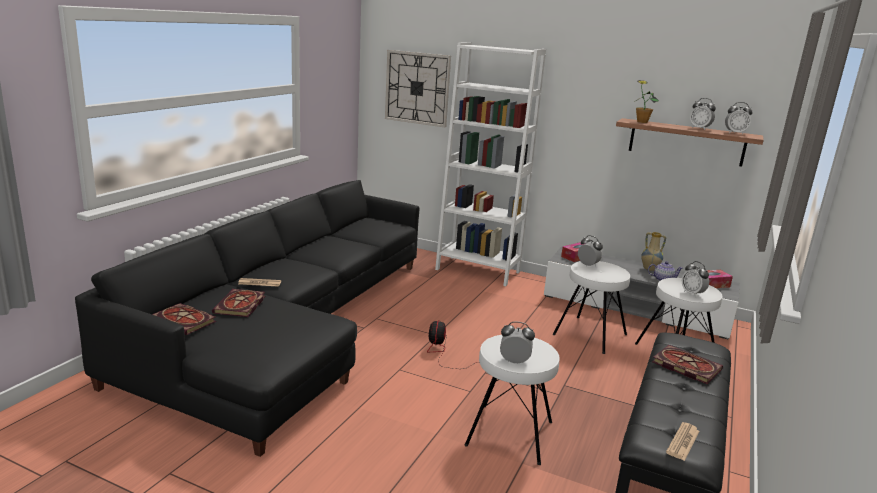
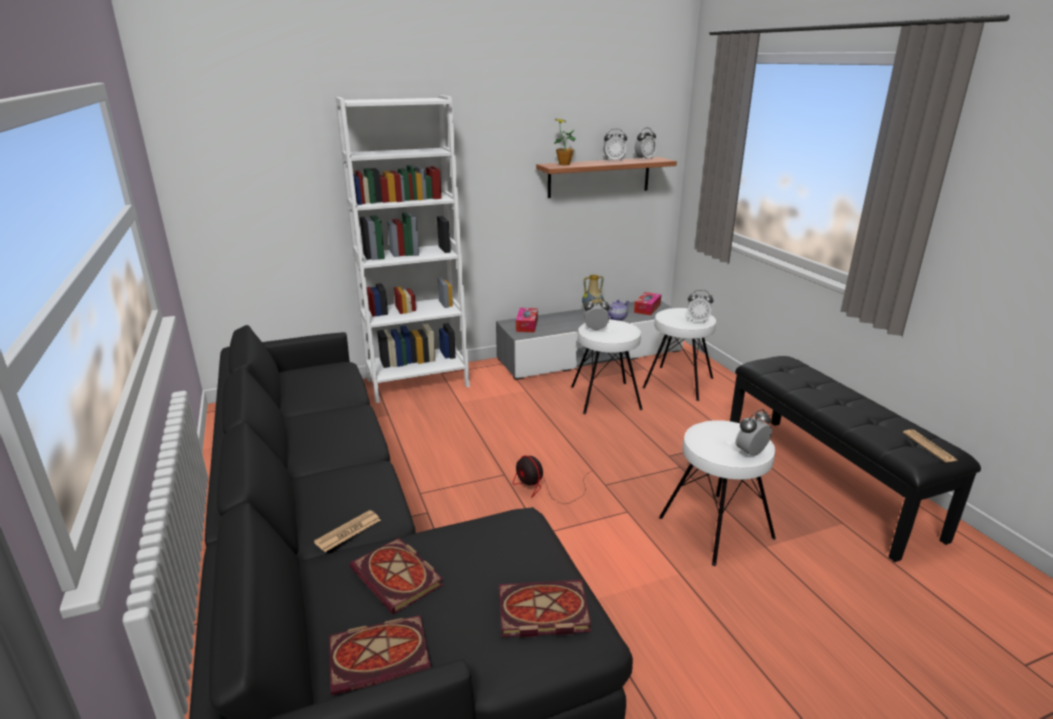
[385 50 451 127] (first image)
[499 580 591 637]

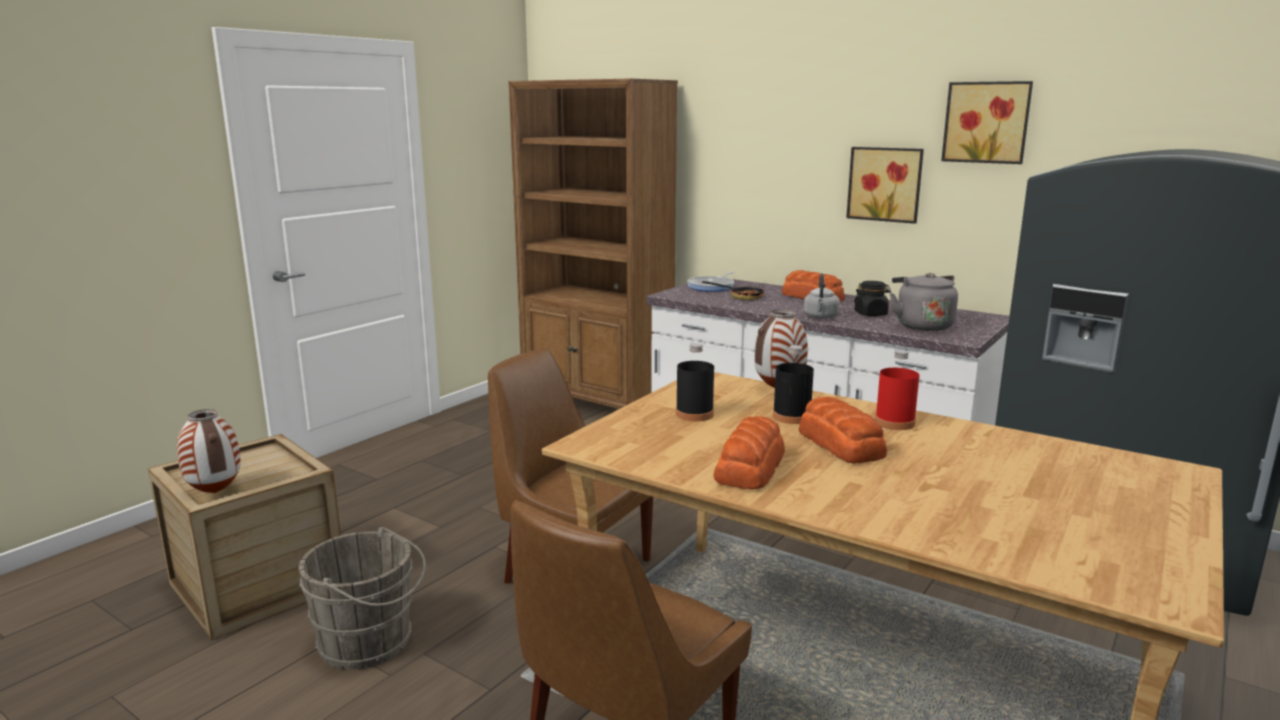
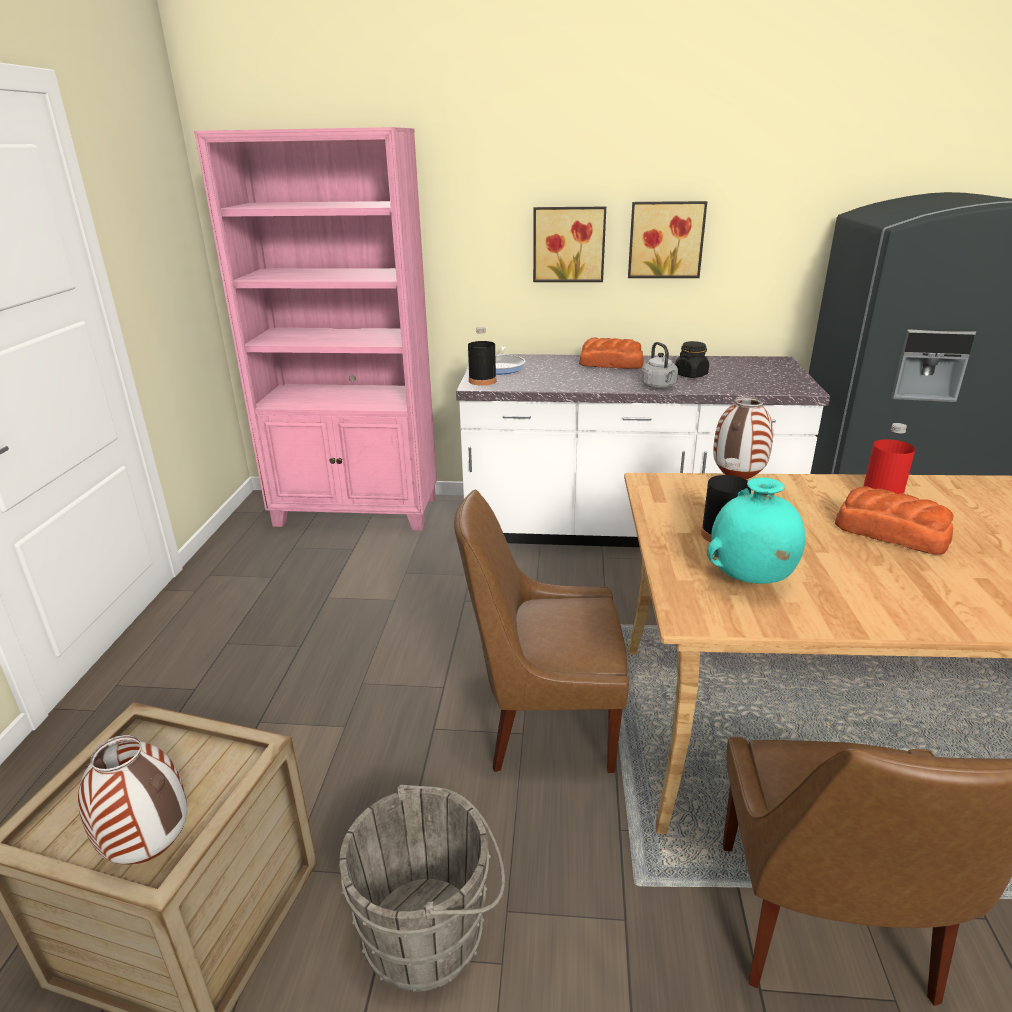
[702 281 764 300] (first image)
[714 416 785 489] (first image)
[890 273 958 331] (first image)
[707 477 805 584]
[468 327 496 385]
[533 207 606 282]
[194 127 437 531]

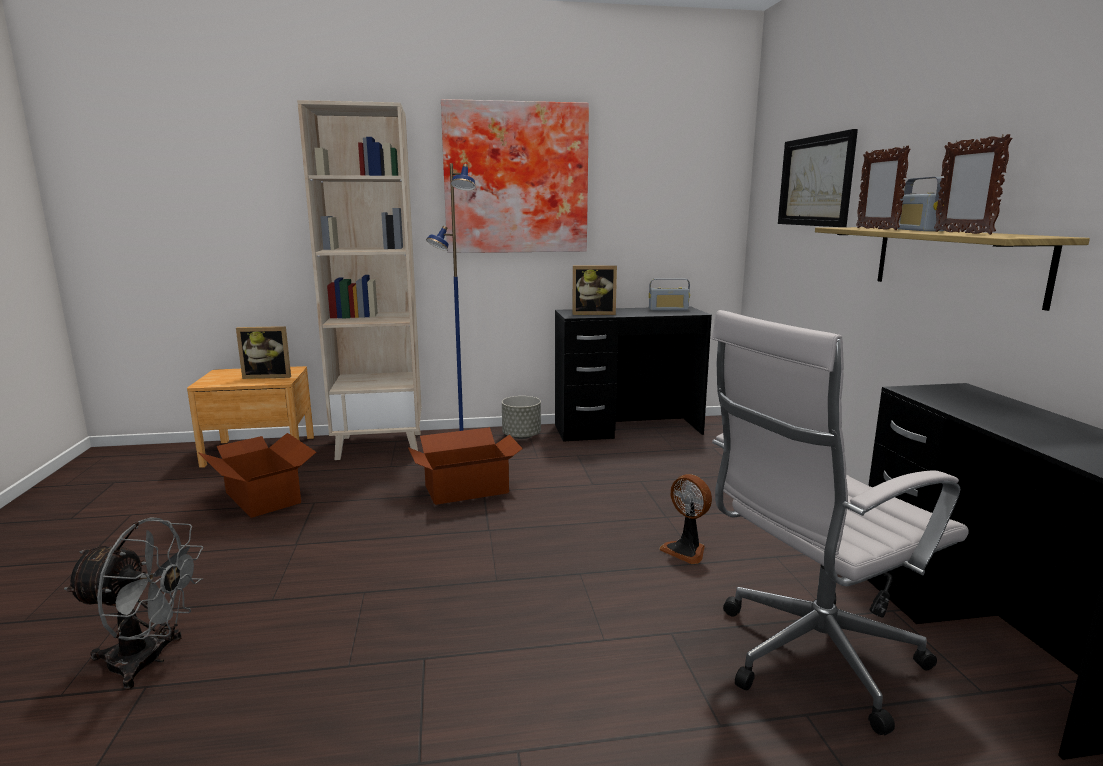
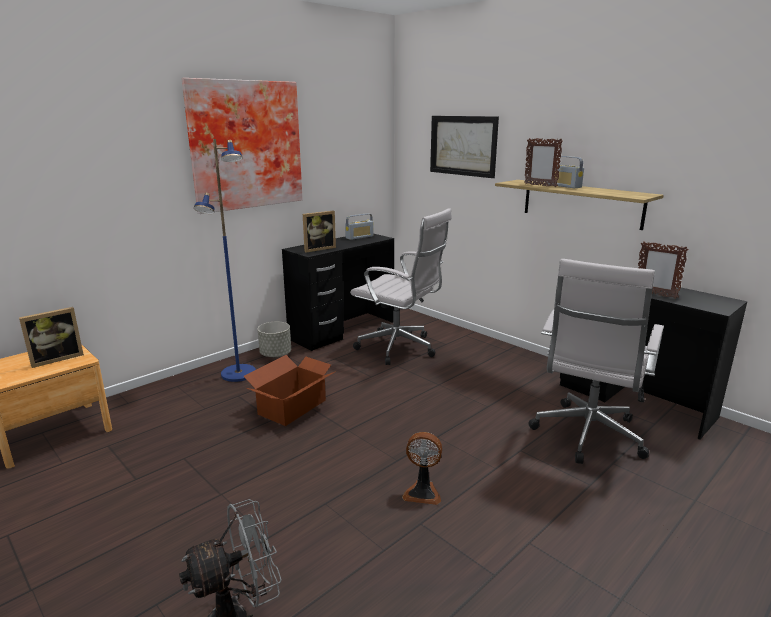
[198 433 316 518] (first image)
[297 100 422 460] (first image)
[350 208 452 365]
[402 432 442 505]
[638 241 689 299]

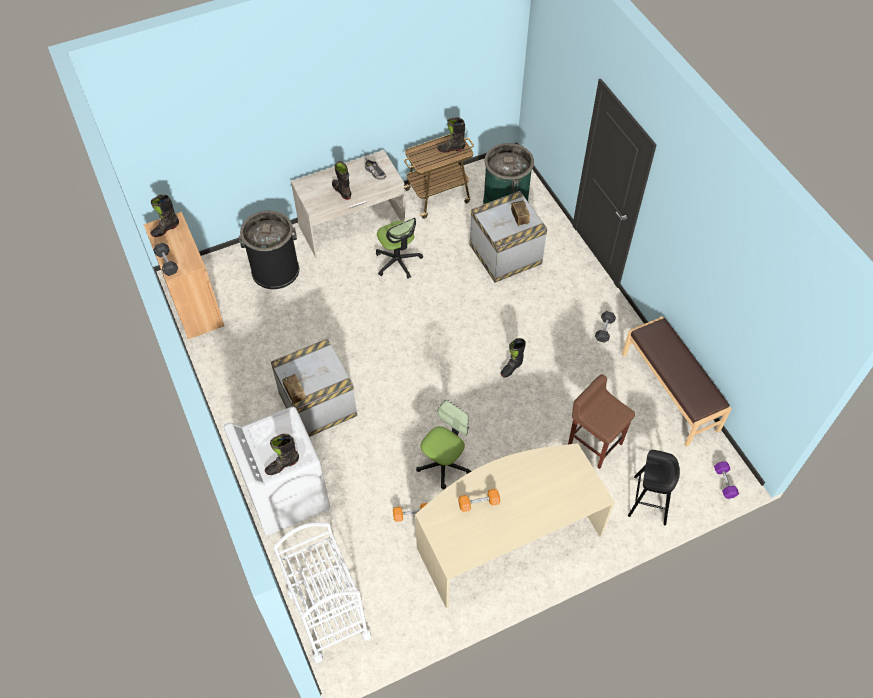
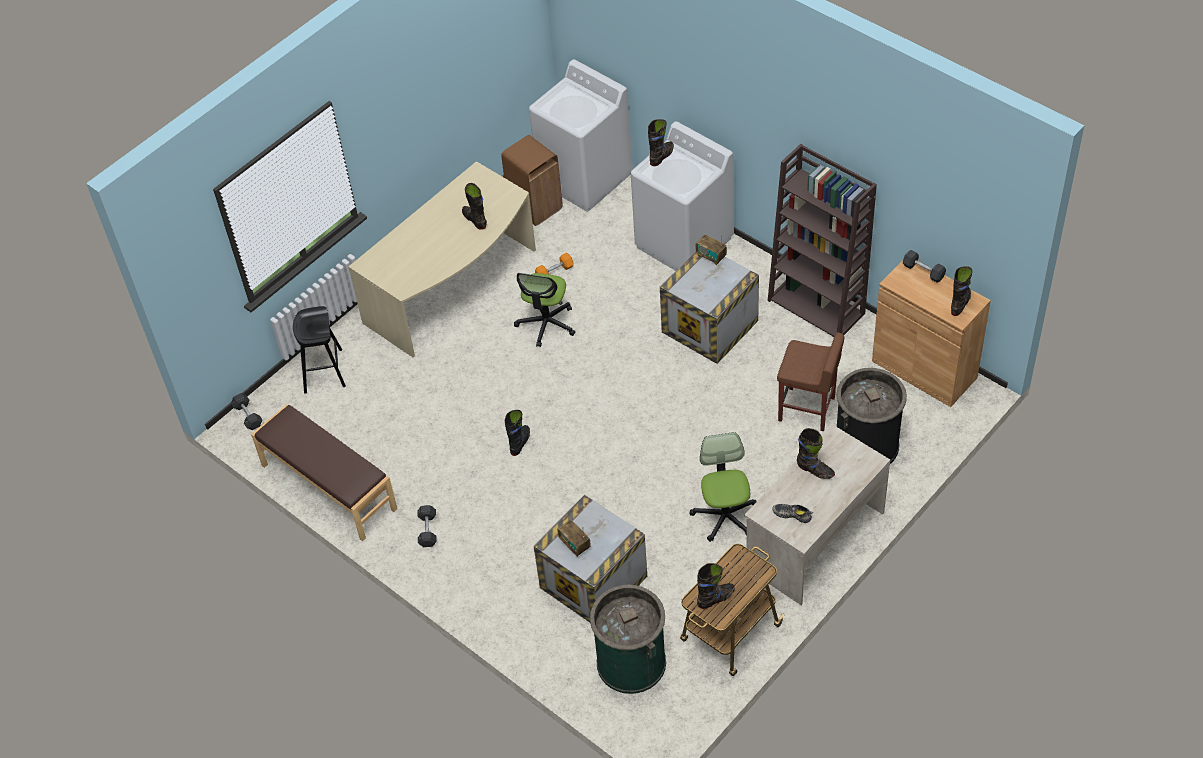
[501 135 563 226]
[768 144 877 337]
[777 332 844 432]
[529 59 633 212]
[462 183 487 230]
[231 393 262 430]
[690 432 757 542]

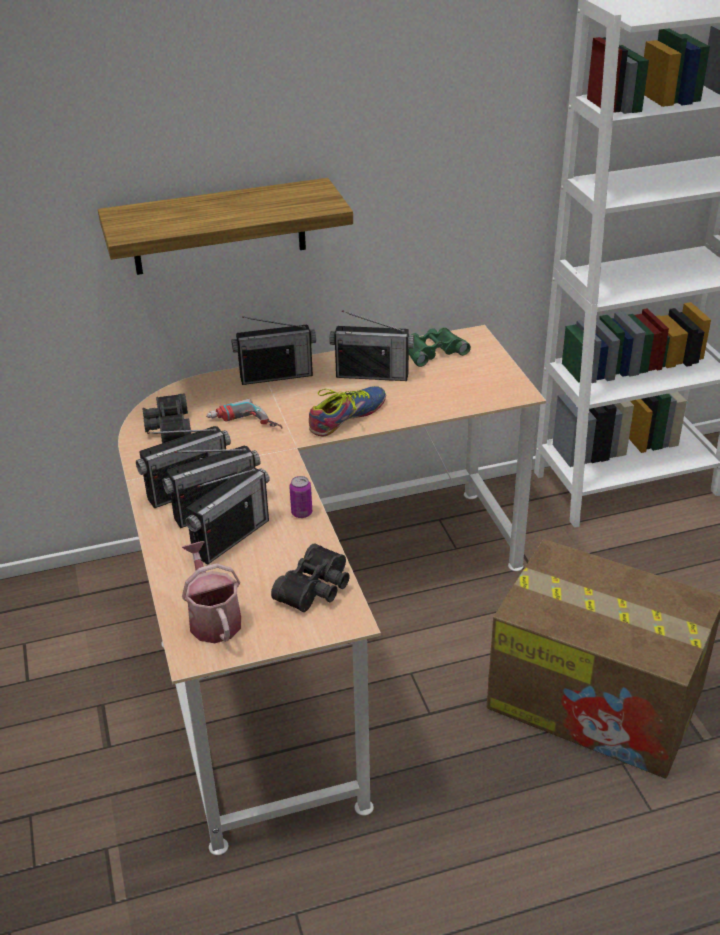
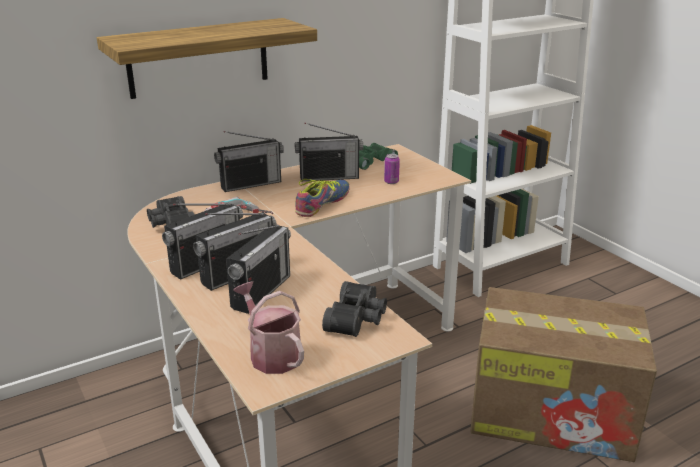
[384 154 400 184]

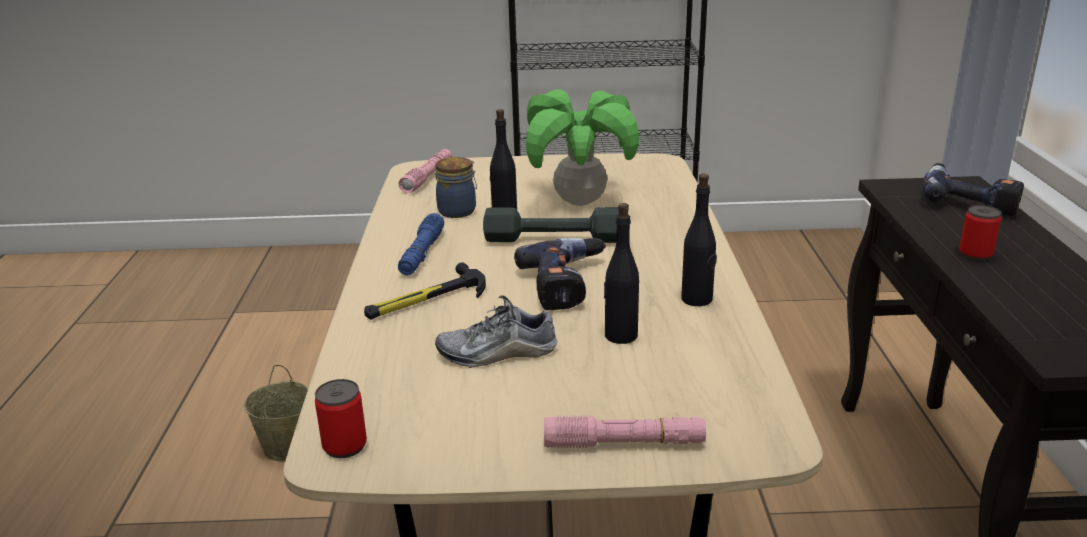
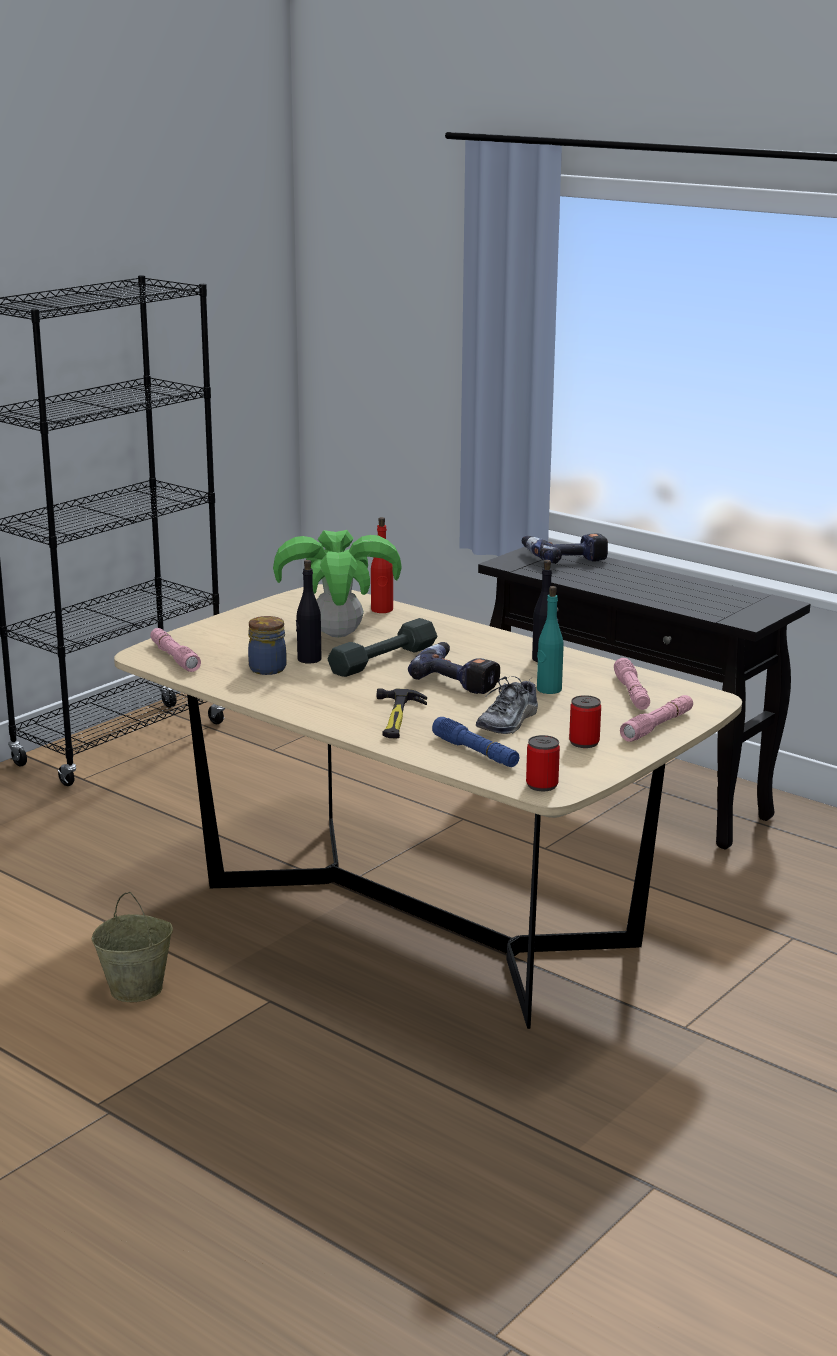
[371 517 393 613]
[614 658 650 710]
[432 717 520 767]
[569 695 601 748]
[537 586 564 694]

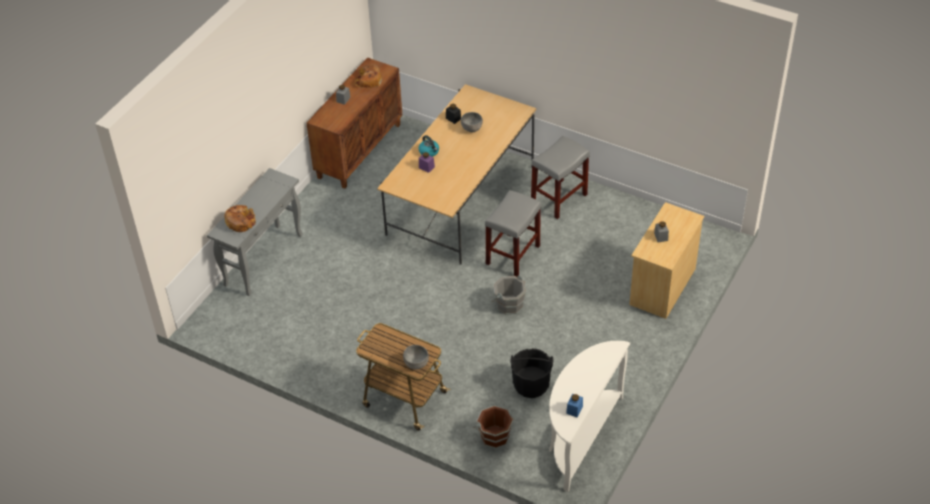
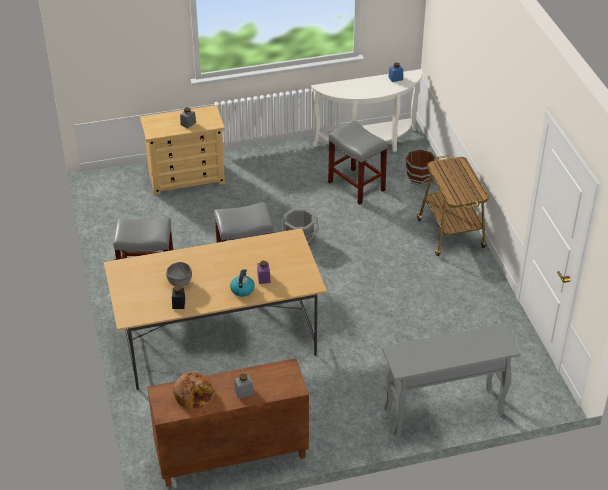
[224 205 256 232] (first image)
[403 345 429 369] (first image)
[328 121 388 205]

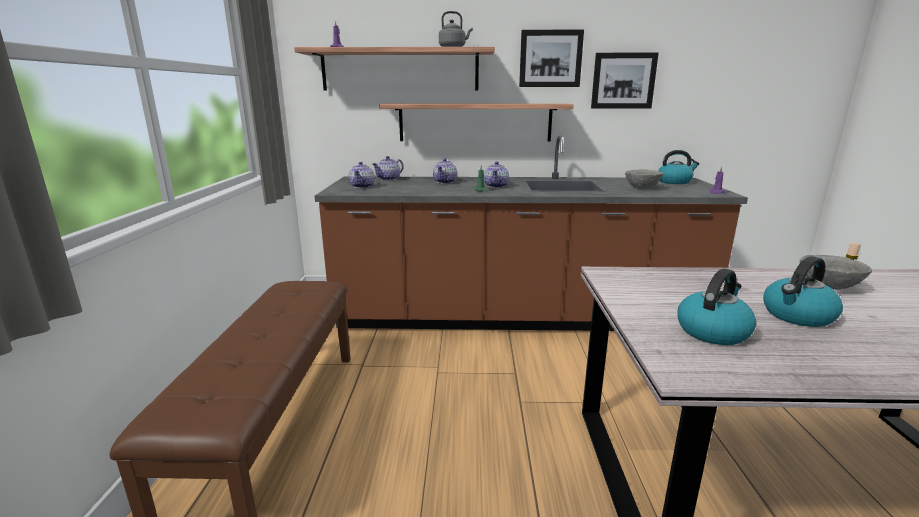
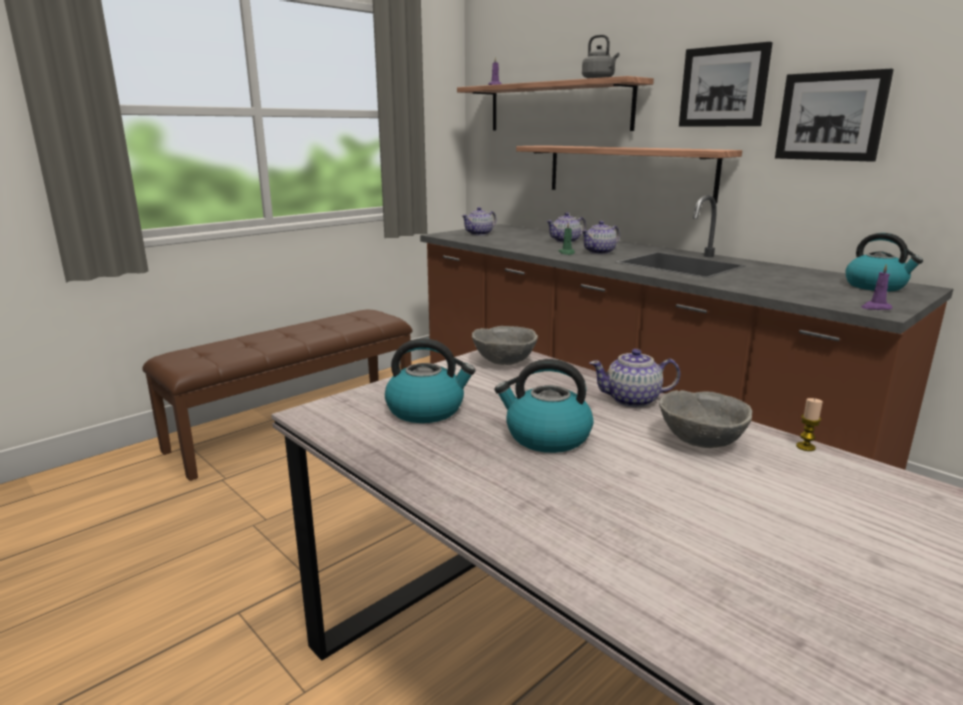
[590 349 681 408]
[472 326 538 365]

